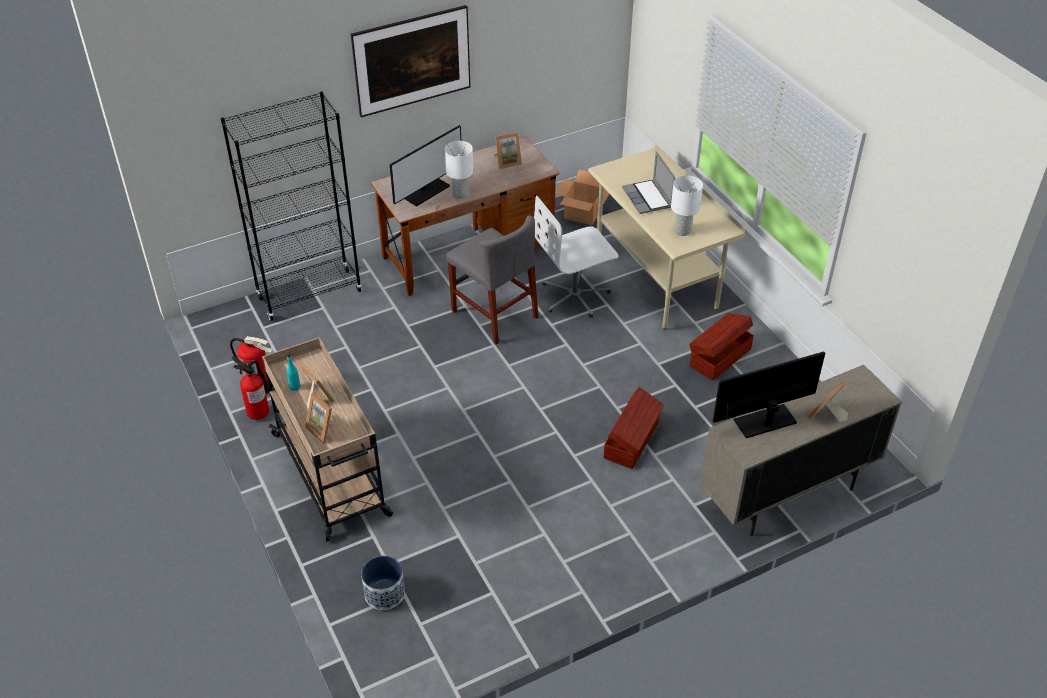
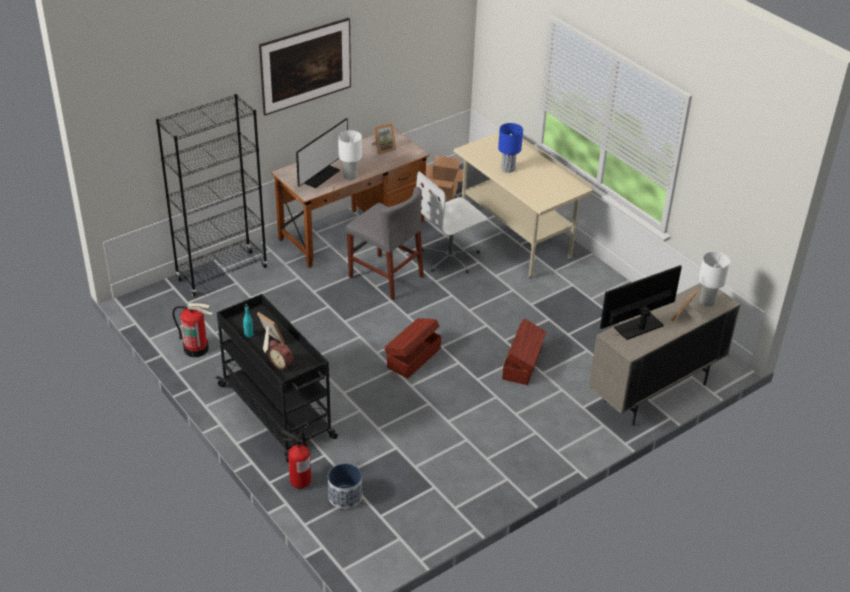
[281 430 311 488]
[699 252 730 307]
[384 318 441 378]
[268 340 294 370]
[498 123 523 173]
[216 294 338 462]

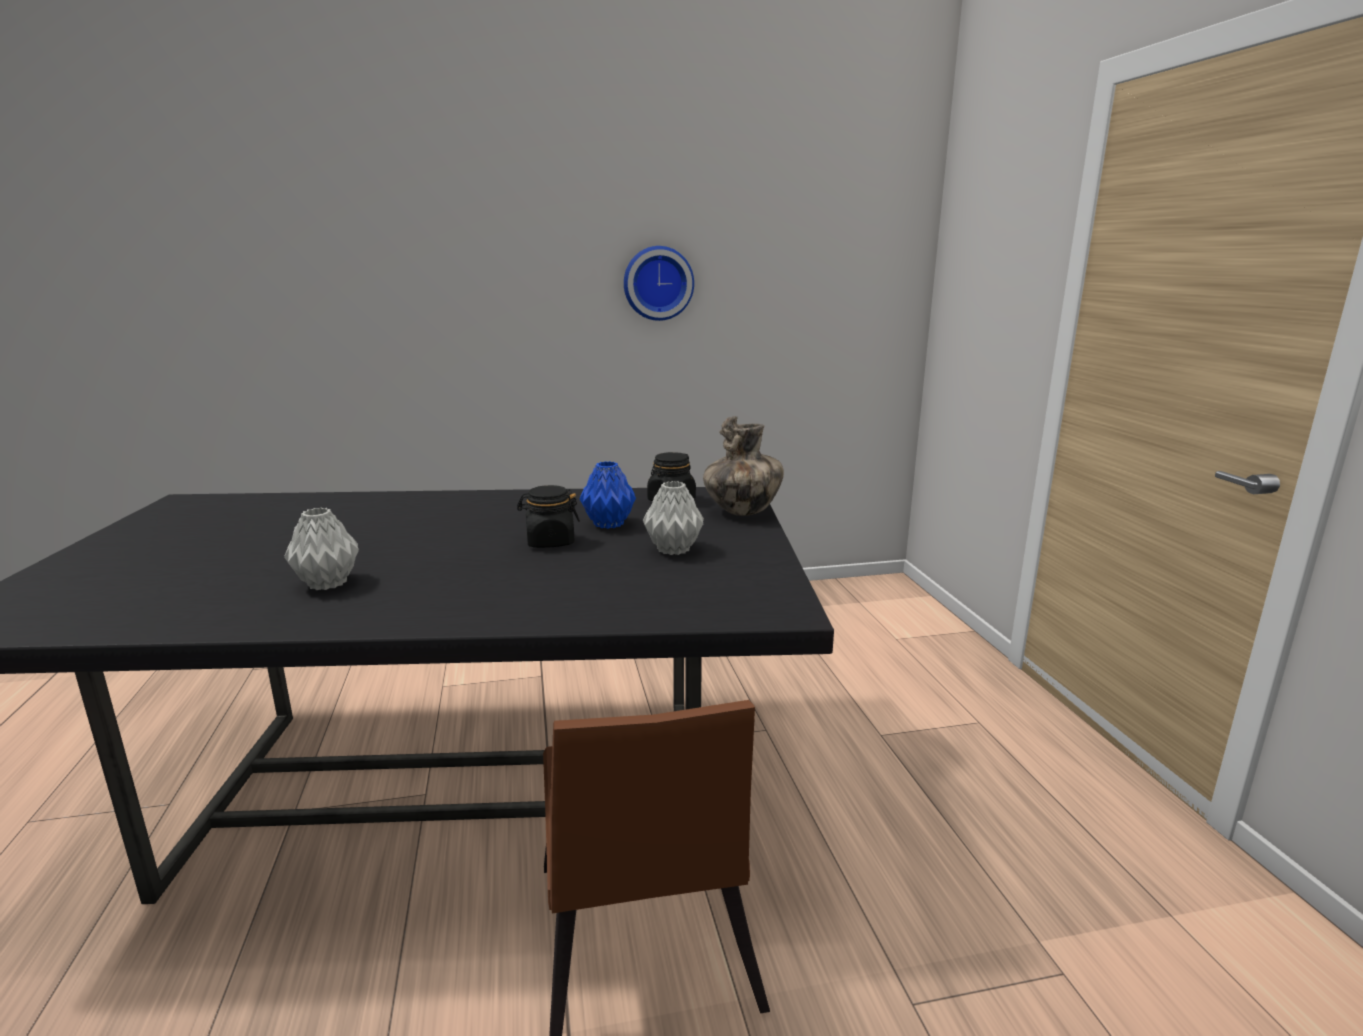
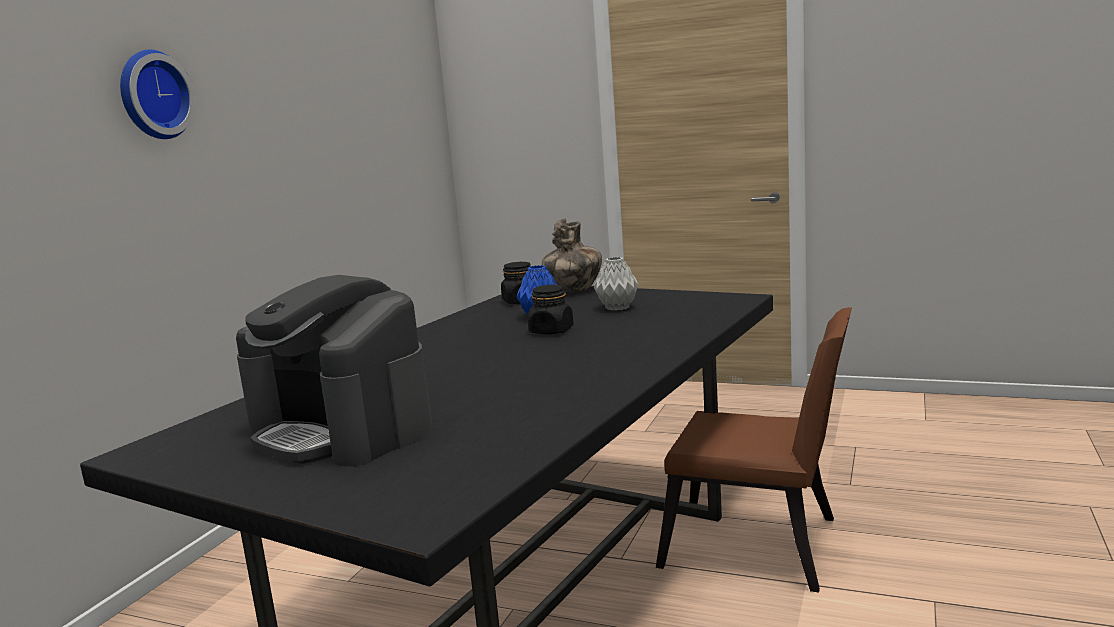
[284 508 359 590] (first image)
[236 275 432 467]
[120 50 196 139]

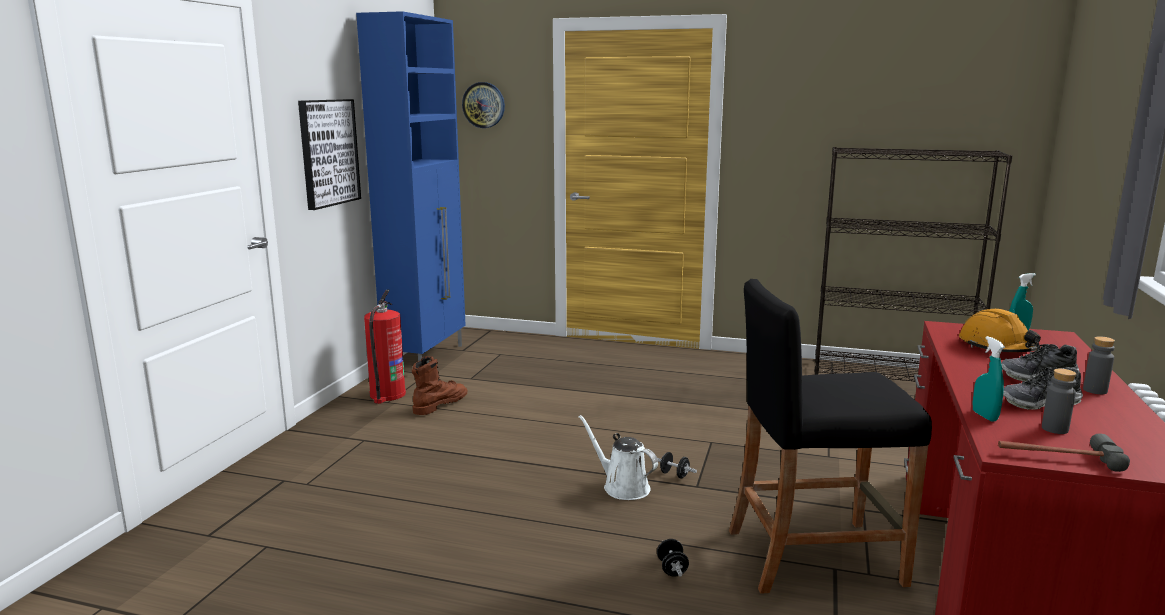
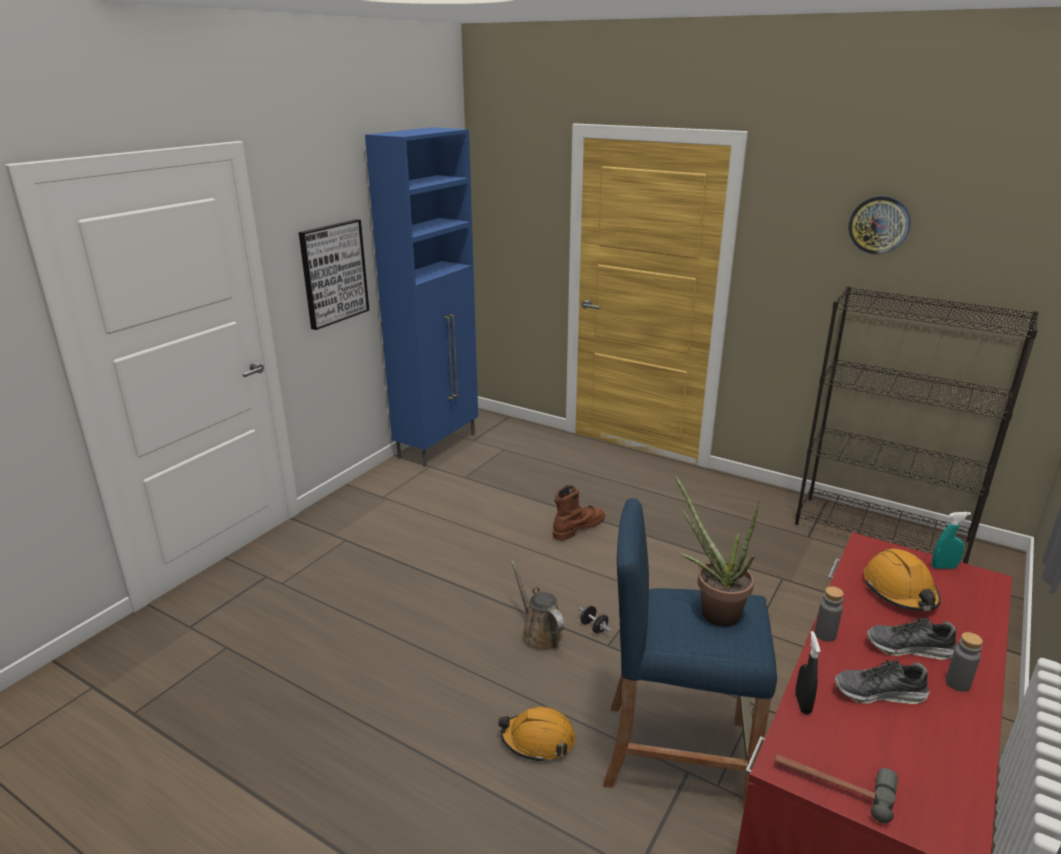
[364 290 406 404] (first image)
[673 474 760 627]
[553 485 605 541]
[848 196 910 254]
[815 586 844 642]
[498 707 575 763]
[511 560 565 652]
[603 498 777 809]
[795 631 821 715]

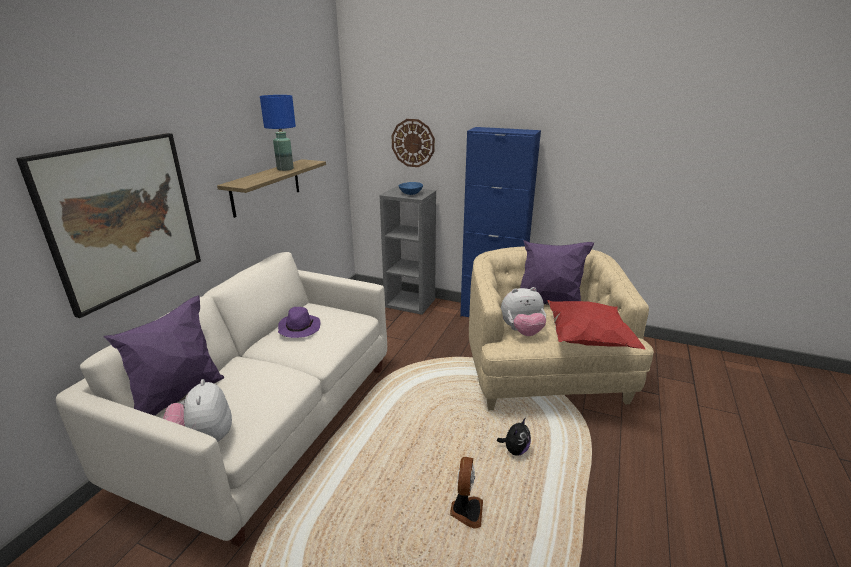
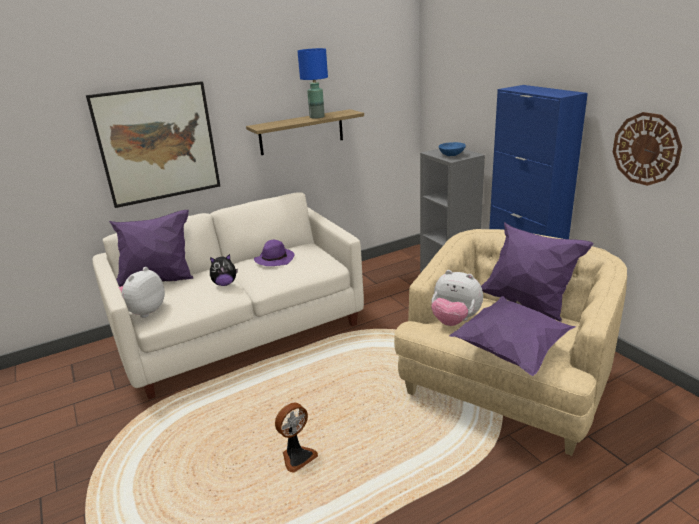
[613 112 682 186]
[210 254 238 286]
[449 296 576 376]

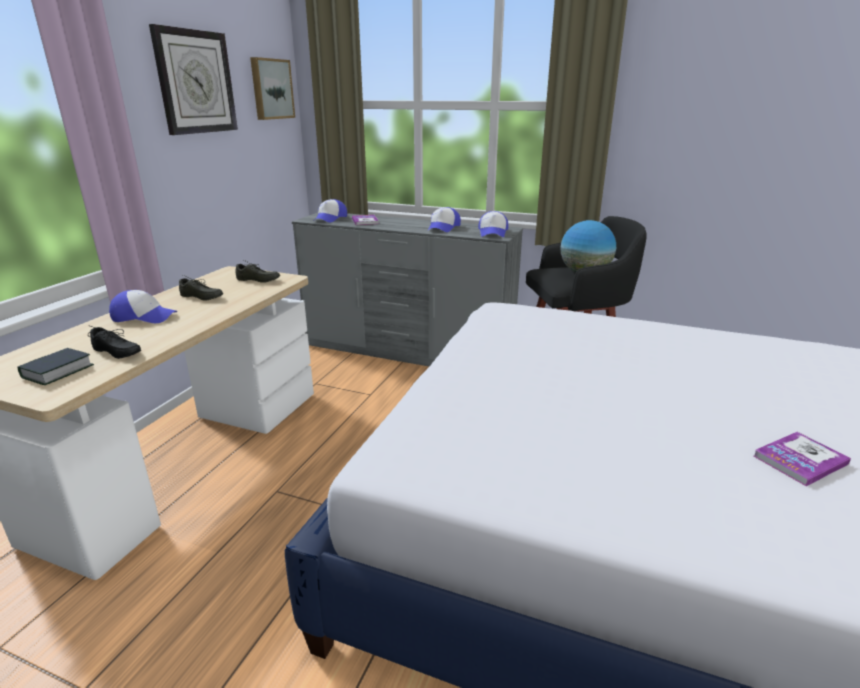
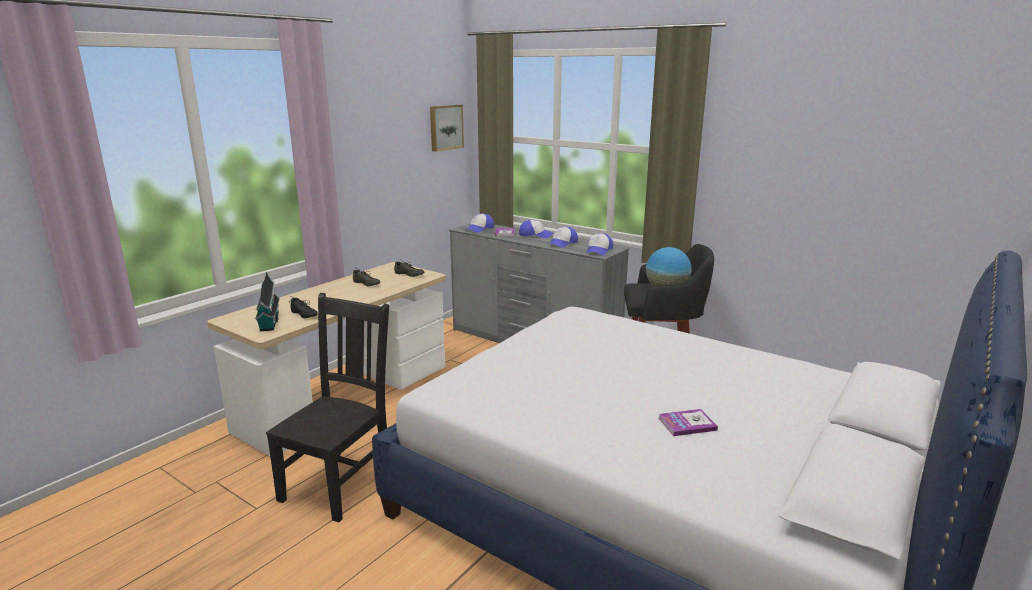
[149 24 238 135] (first image)
[266 293 389 522]
[519 220 554 238]
[255 271 280 331]

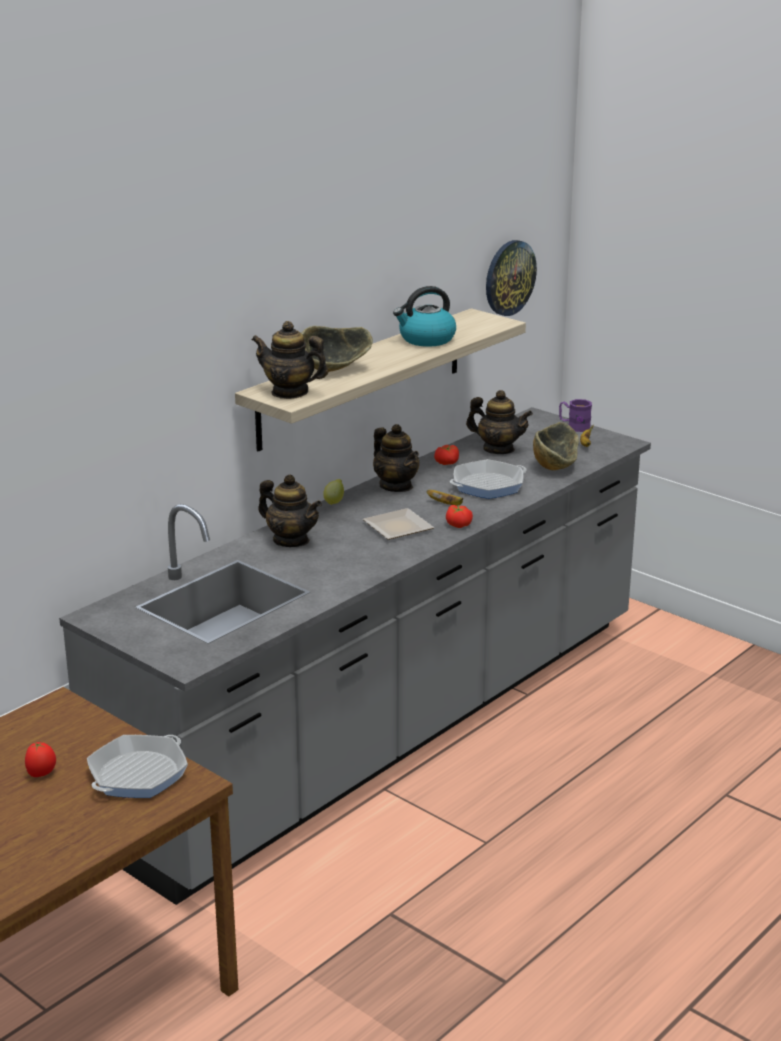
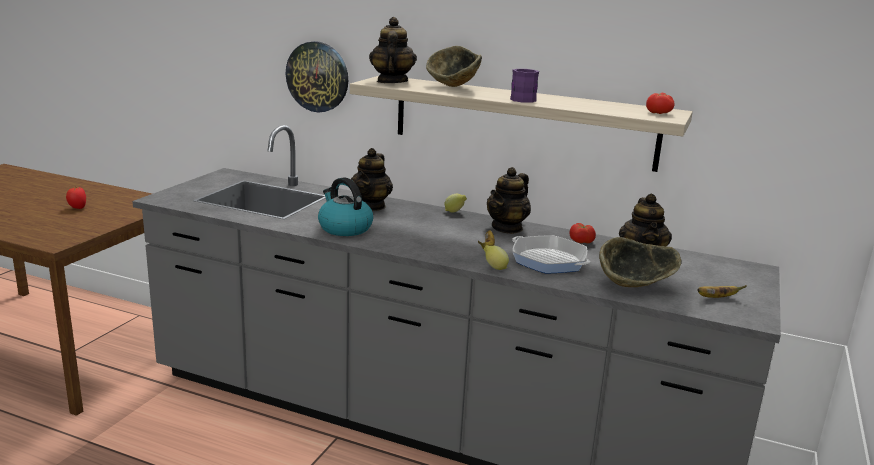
[87 735 188 798] (first image)
[363 508 434 540] (first image)
[484 245 509 270]
[318 178 373 236]
[646 93 674 114]
[286 41 348 112]
[510 69 539 103]

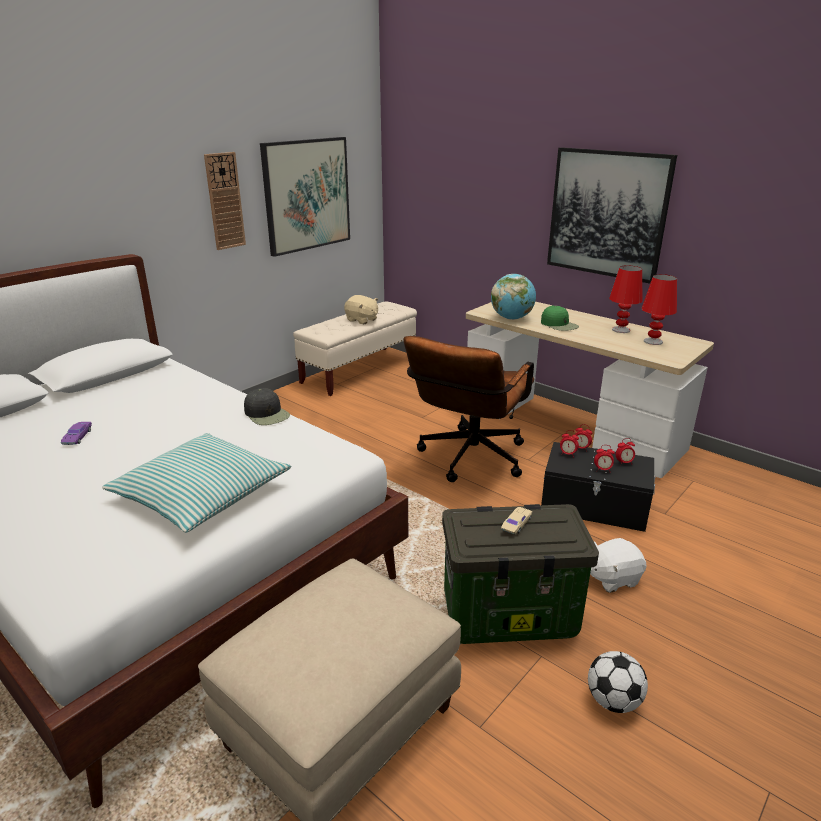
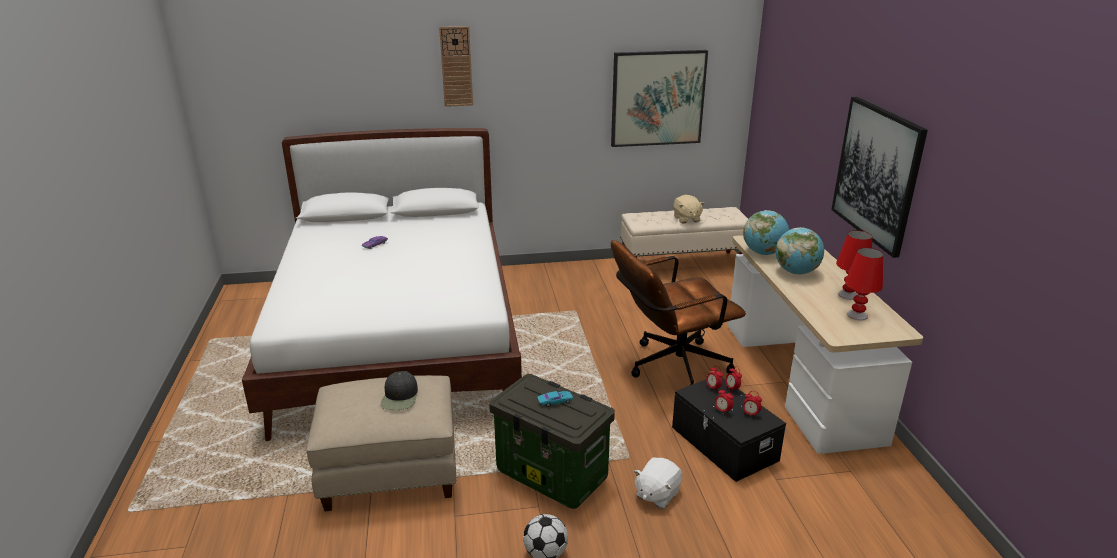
[102 433 291 533] (first image)
[439 26 473 107]
[381 371 418 410]
[776 227 824 274]
[537 391 573 407]
[634 457 682 509]

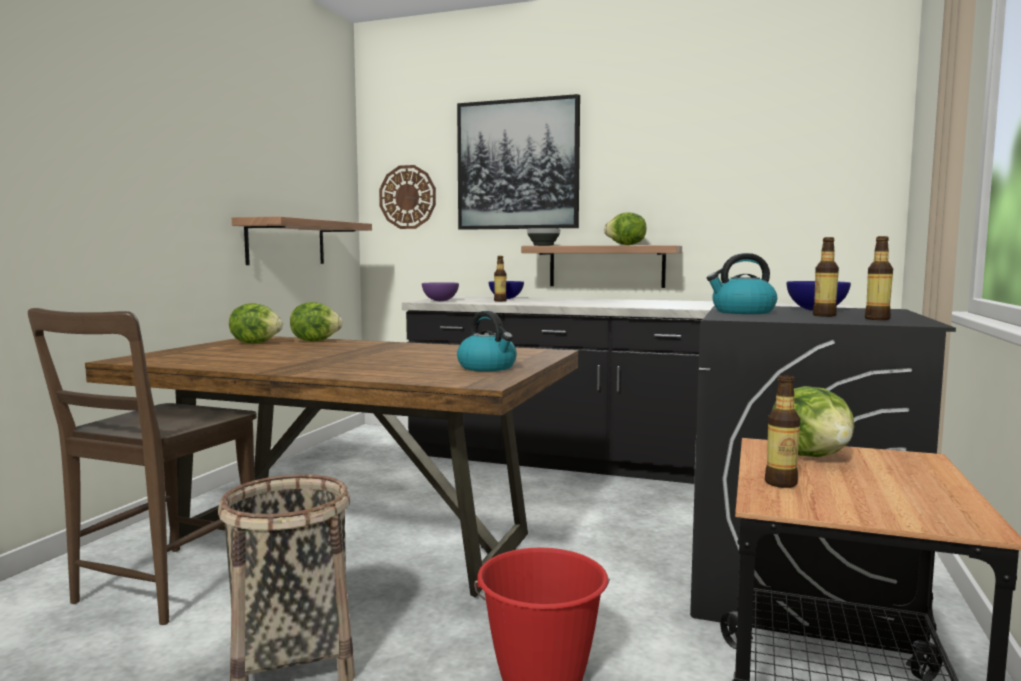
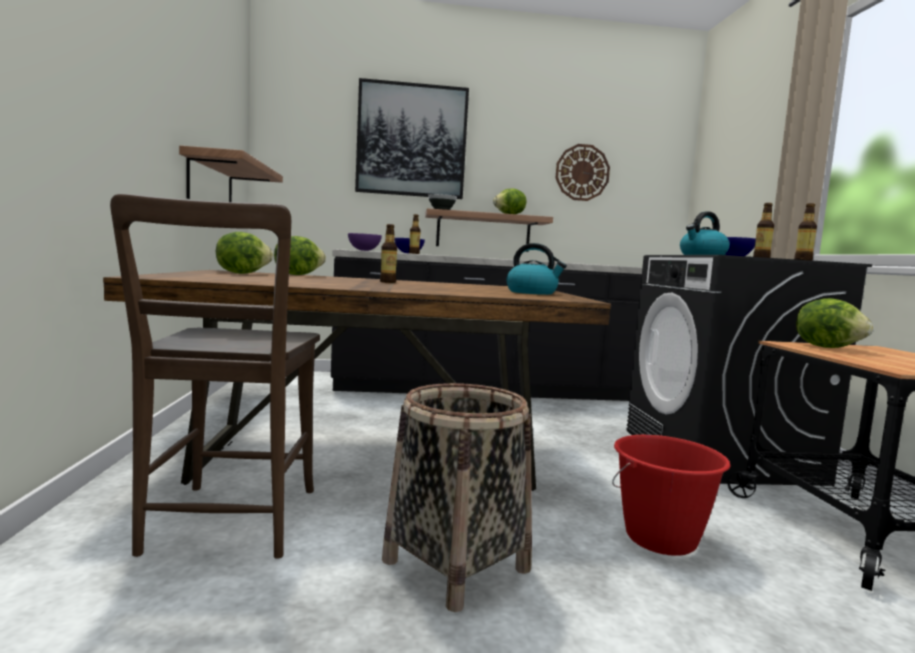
[556 144 610 201]
[380 224 397 283]

